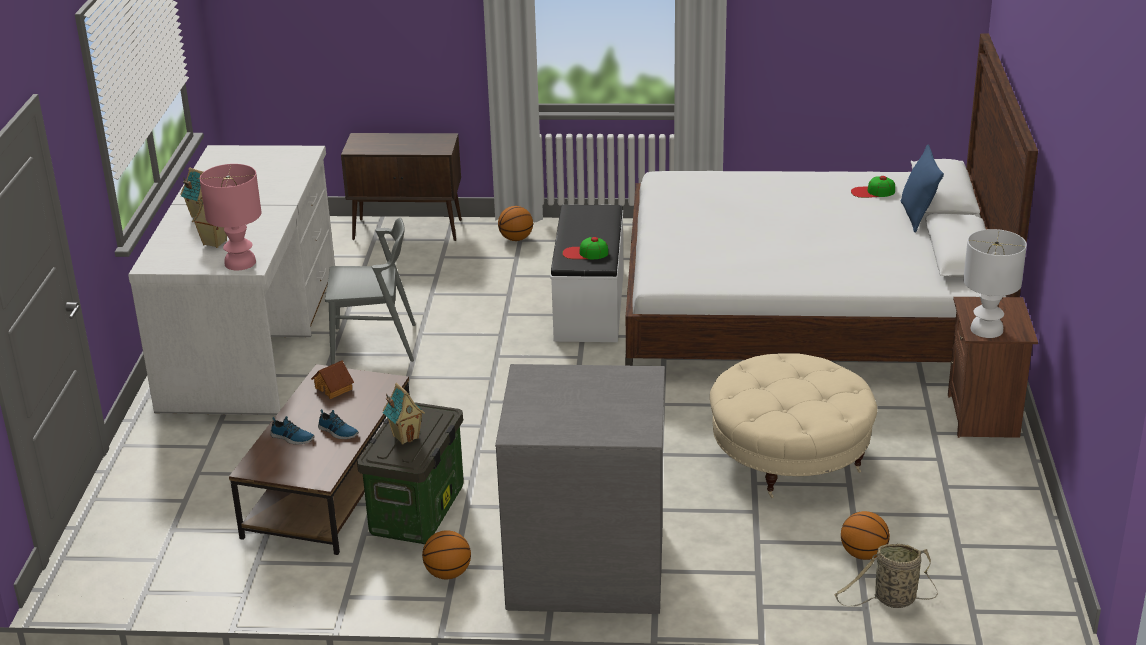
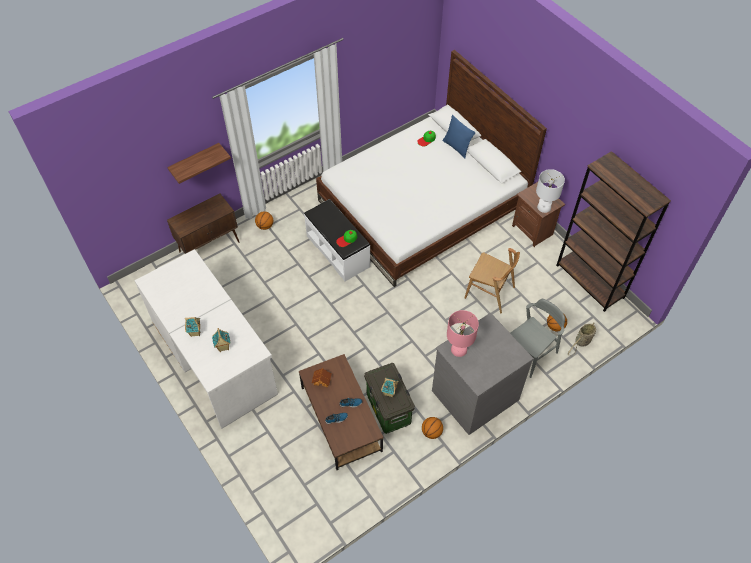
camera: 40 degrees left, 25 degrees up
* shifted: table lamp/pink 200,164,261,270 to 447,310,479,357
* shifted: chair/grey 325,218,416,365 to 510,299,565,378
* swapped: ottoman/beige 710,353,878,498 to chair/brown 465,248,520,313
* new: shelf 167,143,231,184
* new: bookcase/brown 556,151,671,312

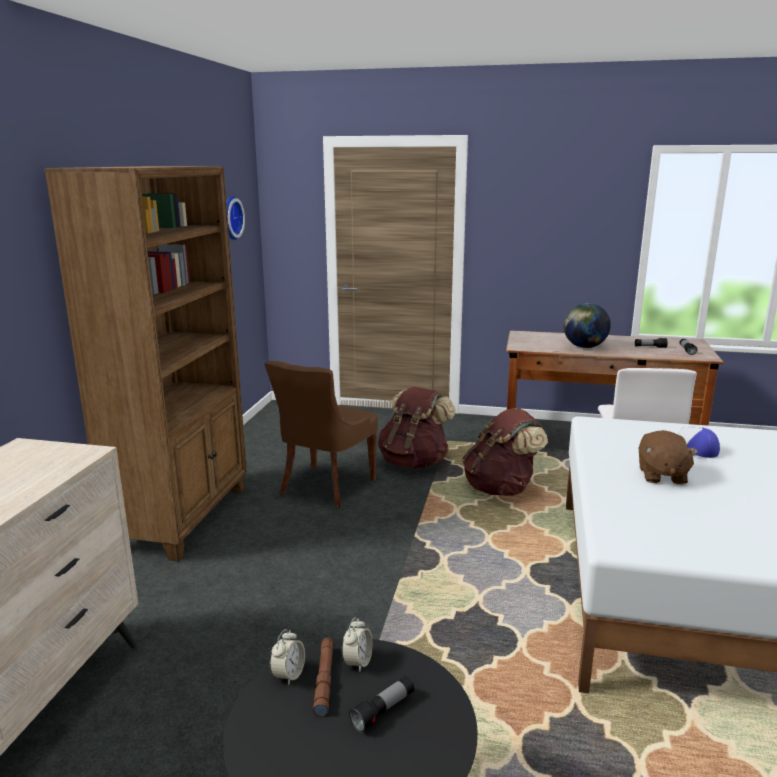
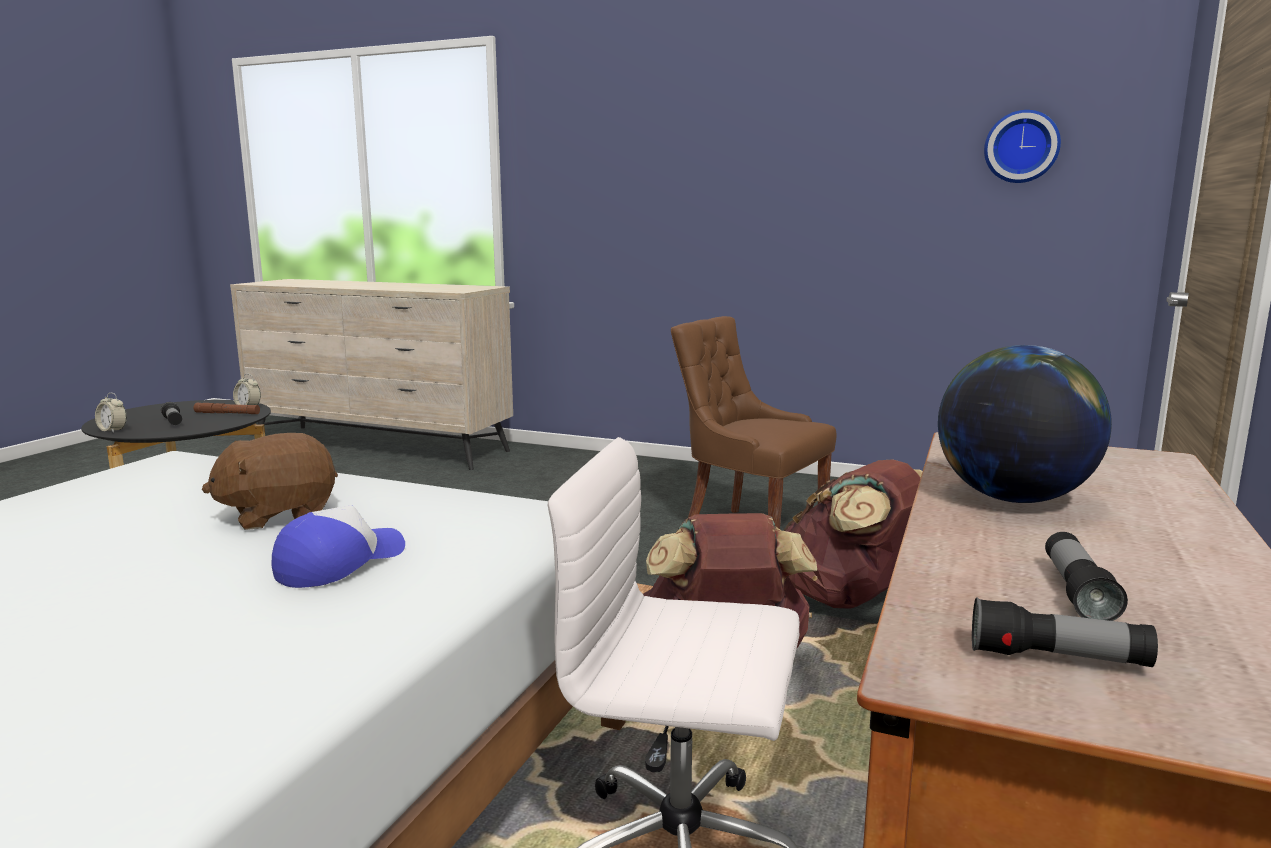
camera: 100 degrees right, 5 degrees down
* gone: bookcase/brown 44,166,247,562
* rotated: plush toy/brown 639,430,698,485 = 202,433,338,530 45 degrees counterclockwise
* shifted: alarm clock 342,618,373,672 to 95,393,127,433

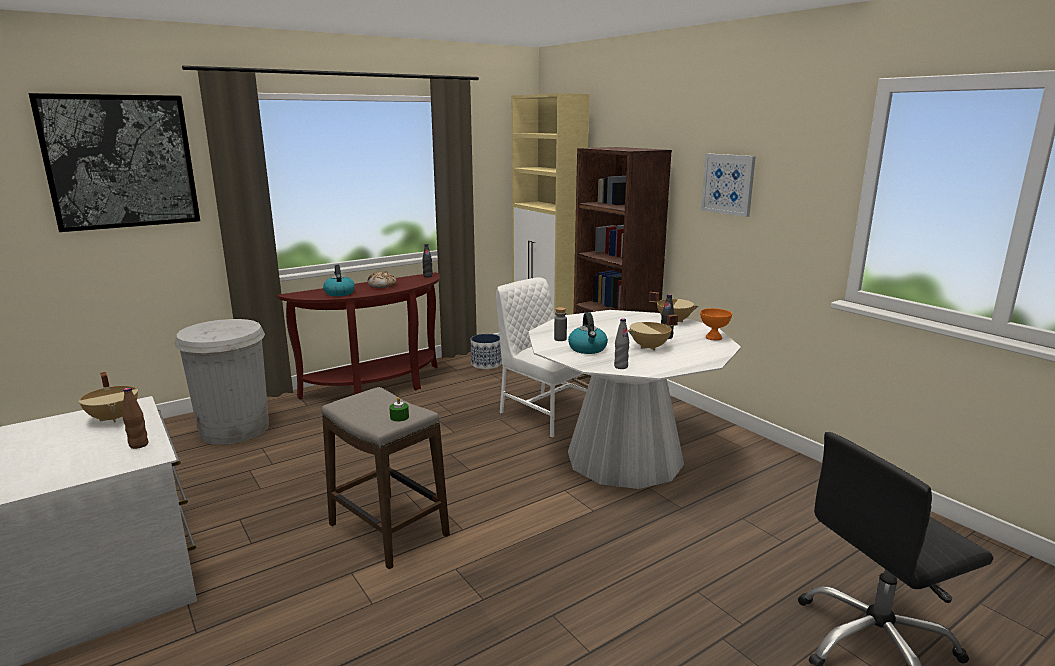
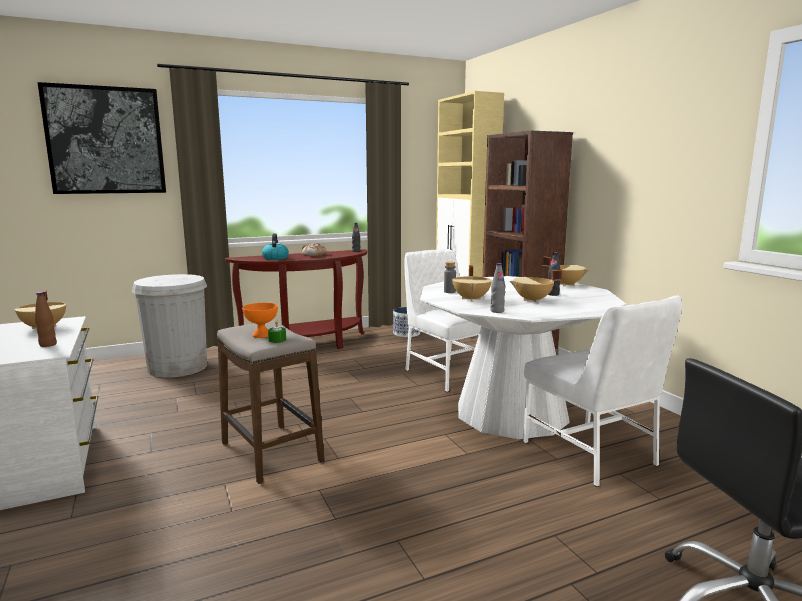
camera: 10 degrees right, 5 degrees down
* gone: picture 701,154,756,217
* shifted: bowl/orange 700,308,732,341 to 242,303,278,338
* swapped: kettle 568,312,608,354 to cooking pot/beige 452,265,492,301
* new: chair/white 523,295,682,487

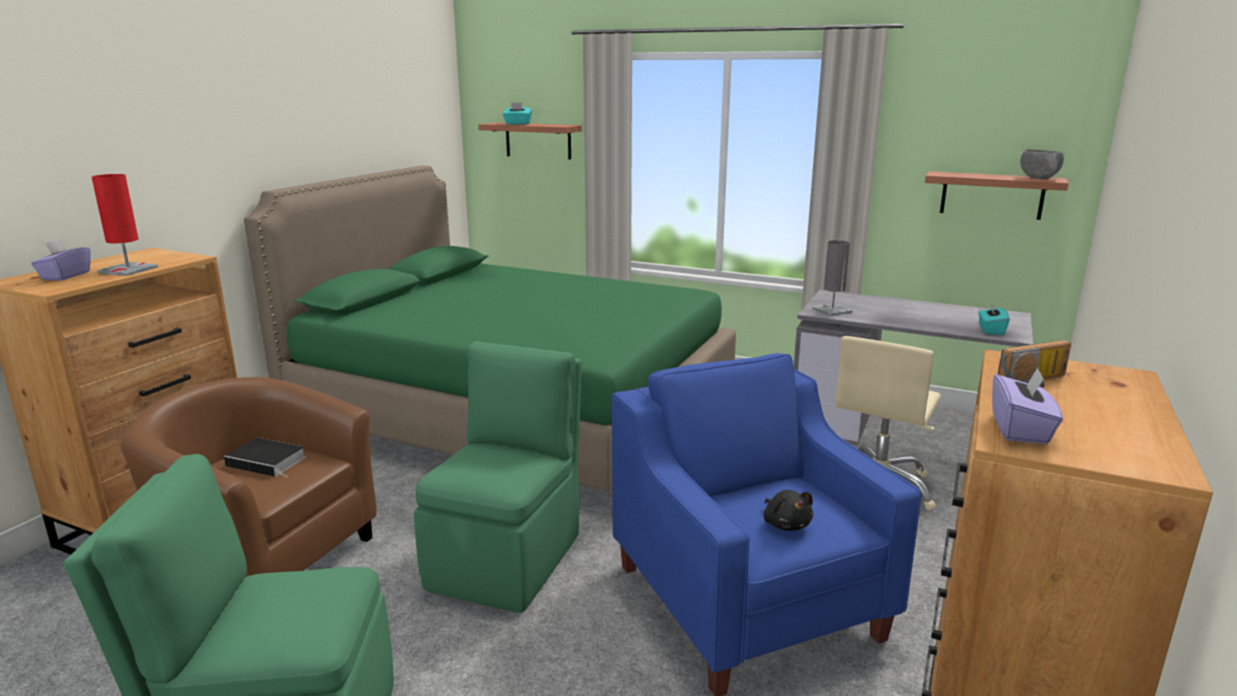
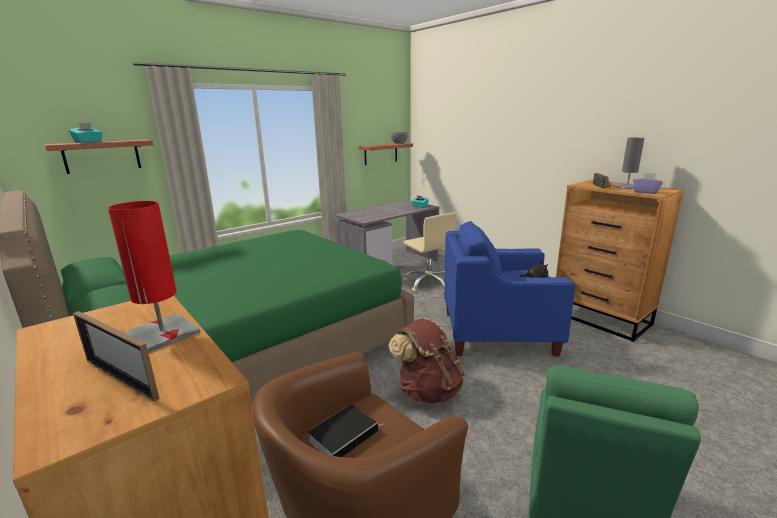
camera: 65 degrees left, 0 degrees up
* swapped: tissue box/purple 31,239,91,281 to picture frame 73,311,160,401
* shifted: table lamp/grey 813,240,853,316 to 613,138,644,189
* swapped: chair/green 414,341,582,613 to backpack/brown 388,318,465,403

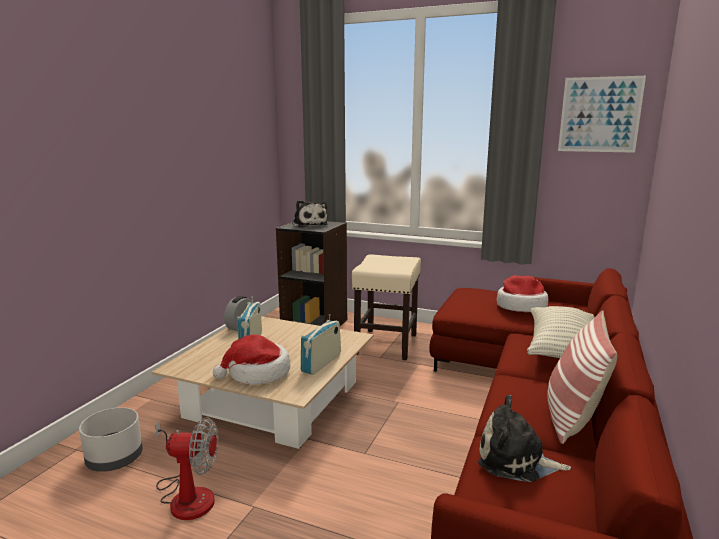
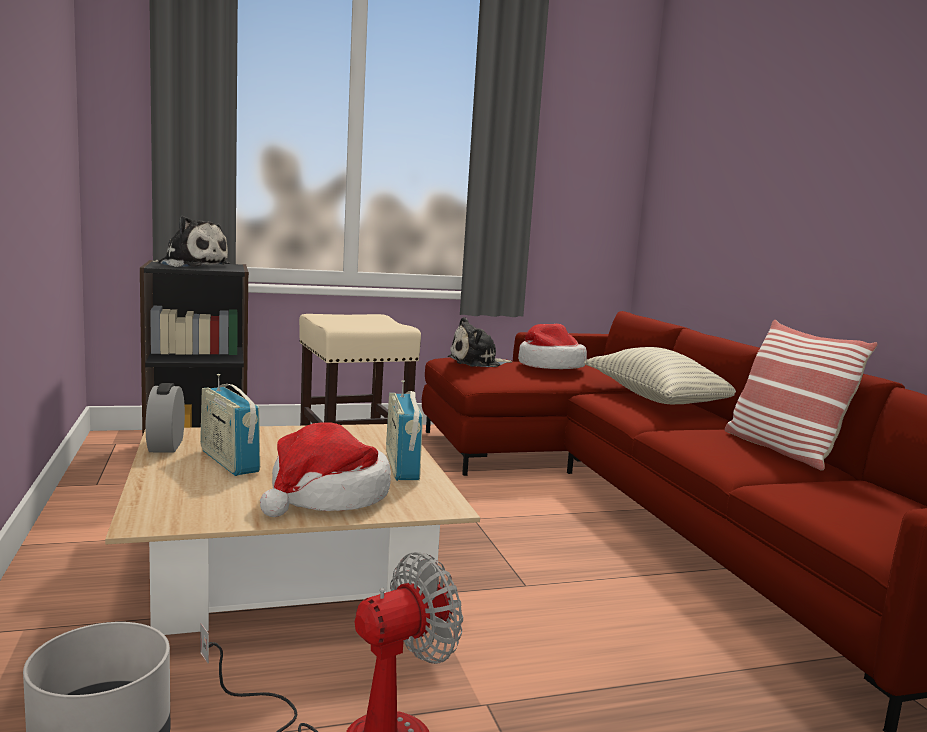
camera: 40 degrees left, 5 degrees down
* gone: picture 558,76,646,153
* shifted: plush toy 478,395,571,482 to 448,317,512,367

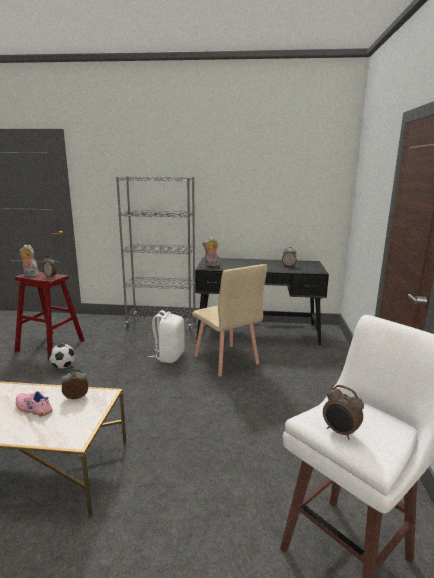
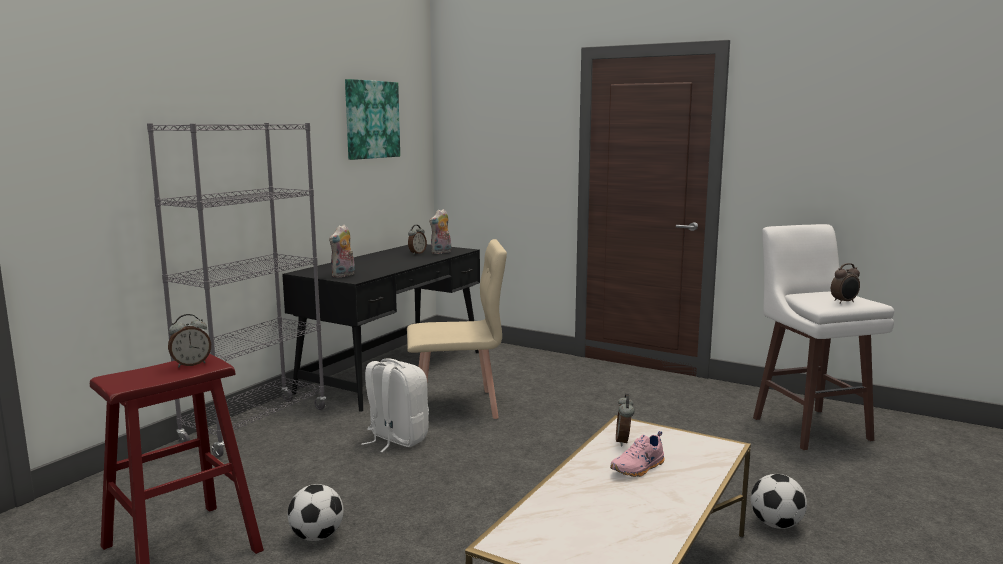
camera: 65 degrees left, 5 degrees down
* shifted: plush toy 19,244,39,276 to 429,209,451,254
* new: picture 345,79,400,160
* new: football 751,474,807,529

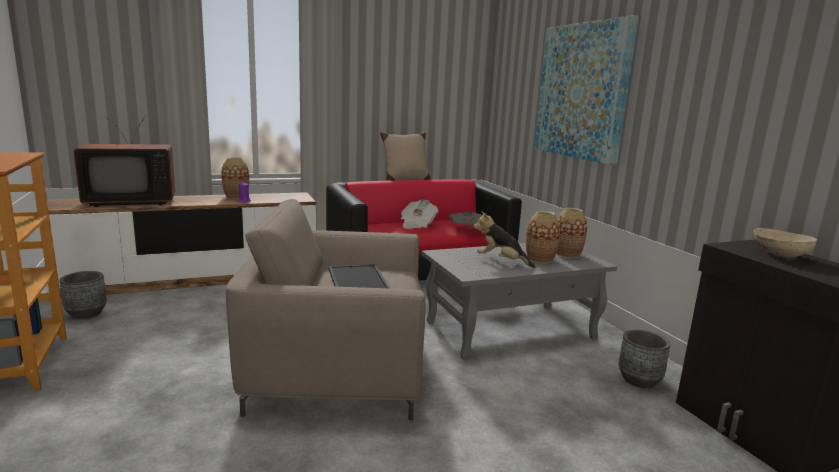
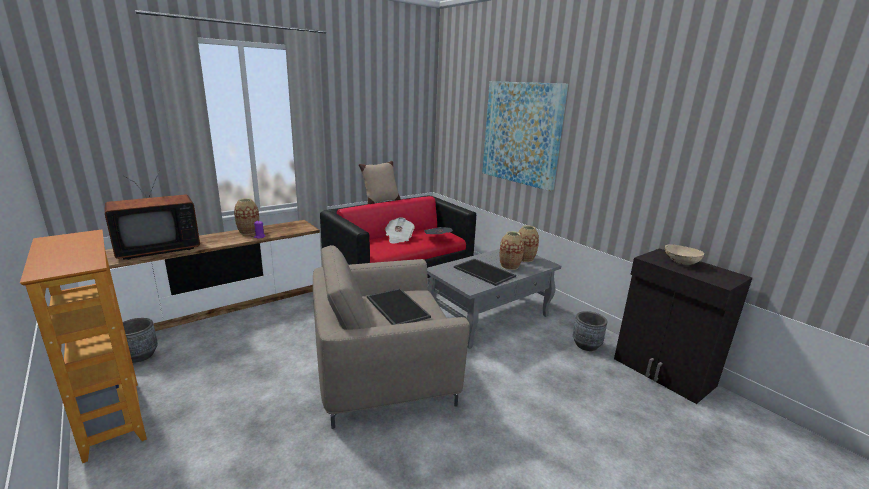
camera: 15 degrees left, 5 degrees up
* swapped: plush toy 474,211,536,268 to tray 454,258,516,286

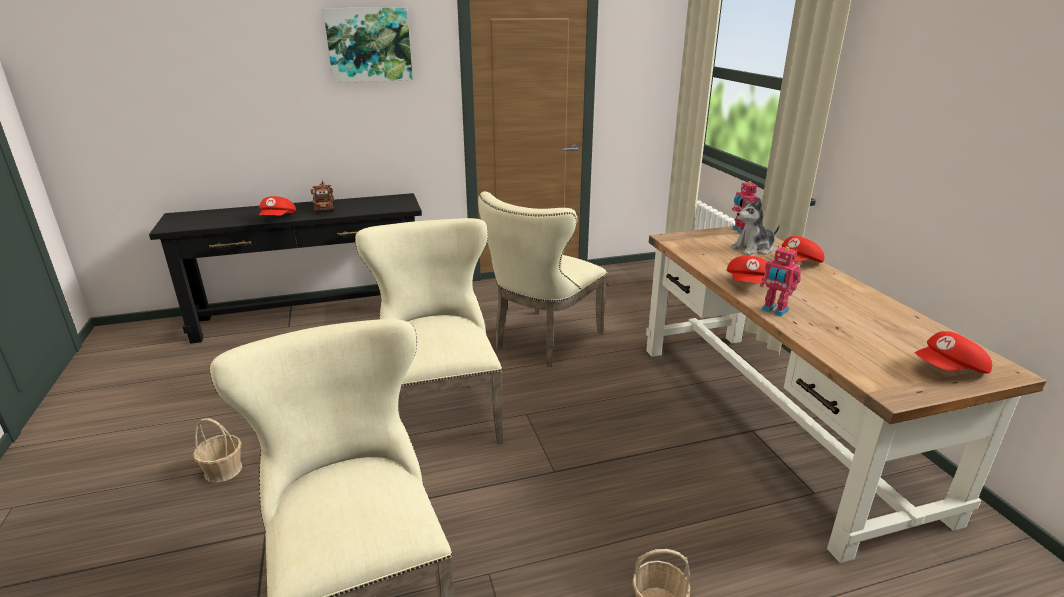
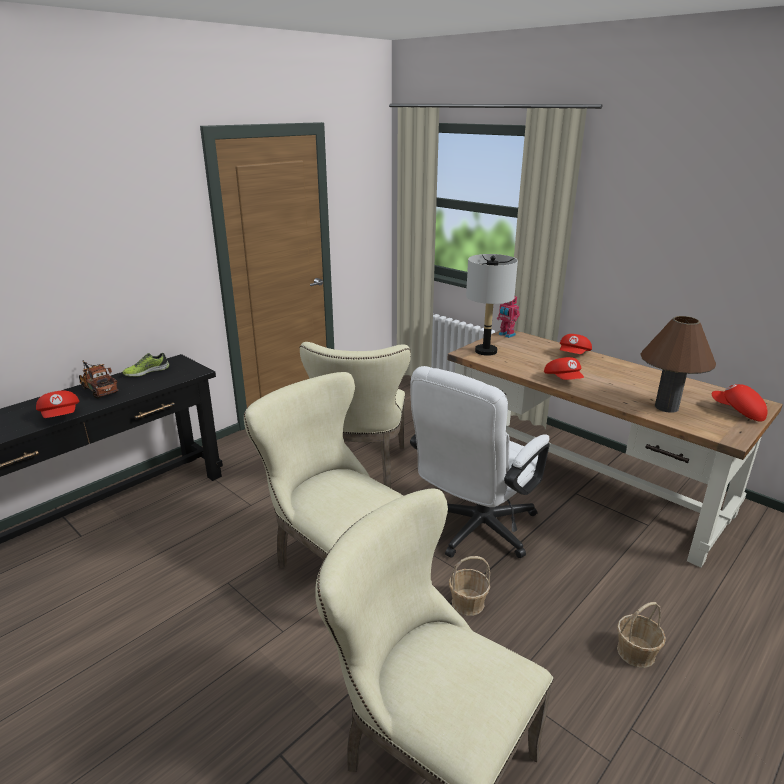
camera: 30 degrees left, 0 degrees up
* gone: picture 323,8,413,83
* gone: plush toy 731,198,780,255
* gone: toy robot 760,246,801,316
* rotated: cap/red 915,331,992,374 = 712,384,768,421 90 degrees clockwise
* shifted: basket 193,418,242,483 to 449,556,490,616
* new: table lamp/grey 466,254,518,356
* new: table lamp/brown 641,316,716,413
* new: shoe 123,353,169,377
* new: office chair/white 410,366,550,558

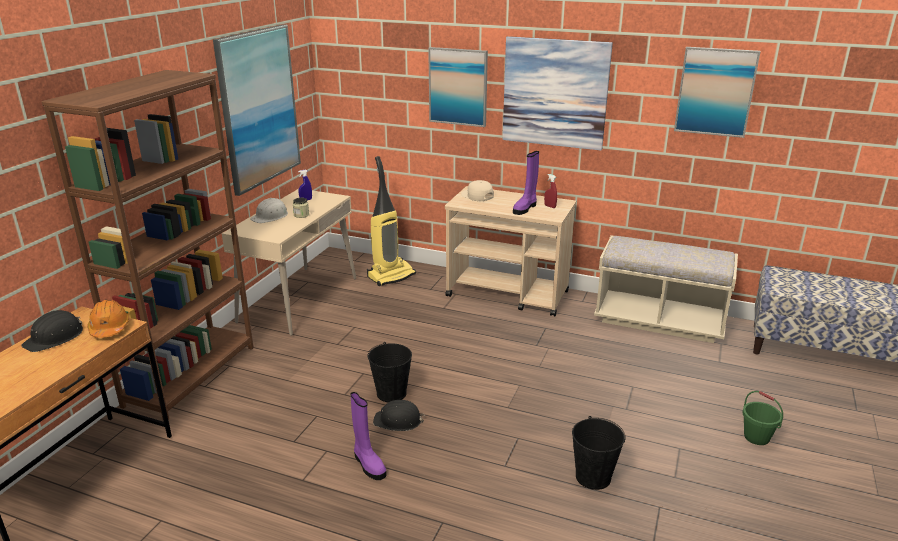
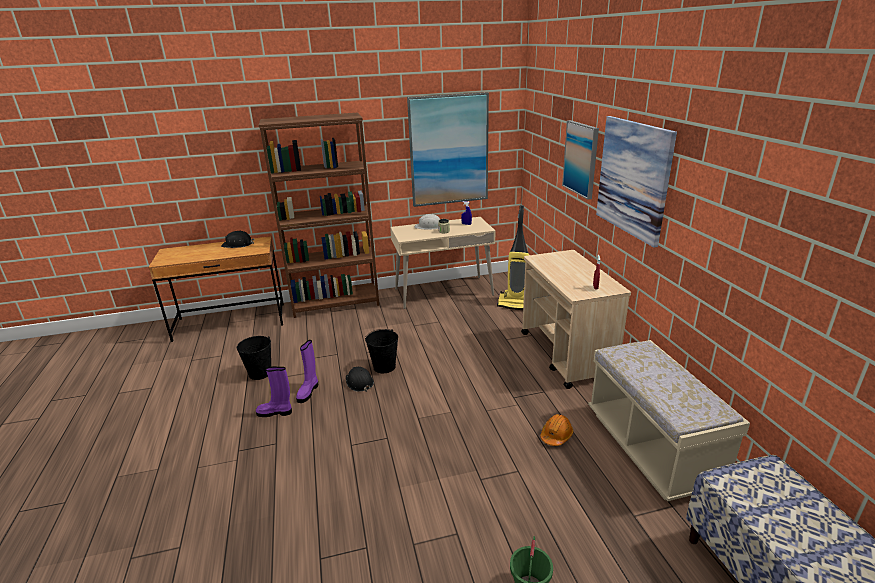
camera: 55 degrees right, 0 degrees up
* gone: picture 674,47,760,138
* shifted: boot/purple 513,151,539,215 to 256,366,292,417
* gone: cap/beige 461,180,494,201
* shifted: hard hat/orange 87,300,129,338 to 540,414,573,446
* shifted: bucket/black 572,416,626,490 to 237,336,271,380

